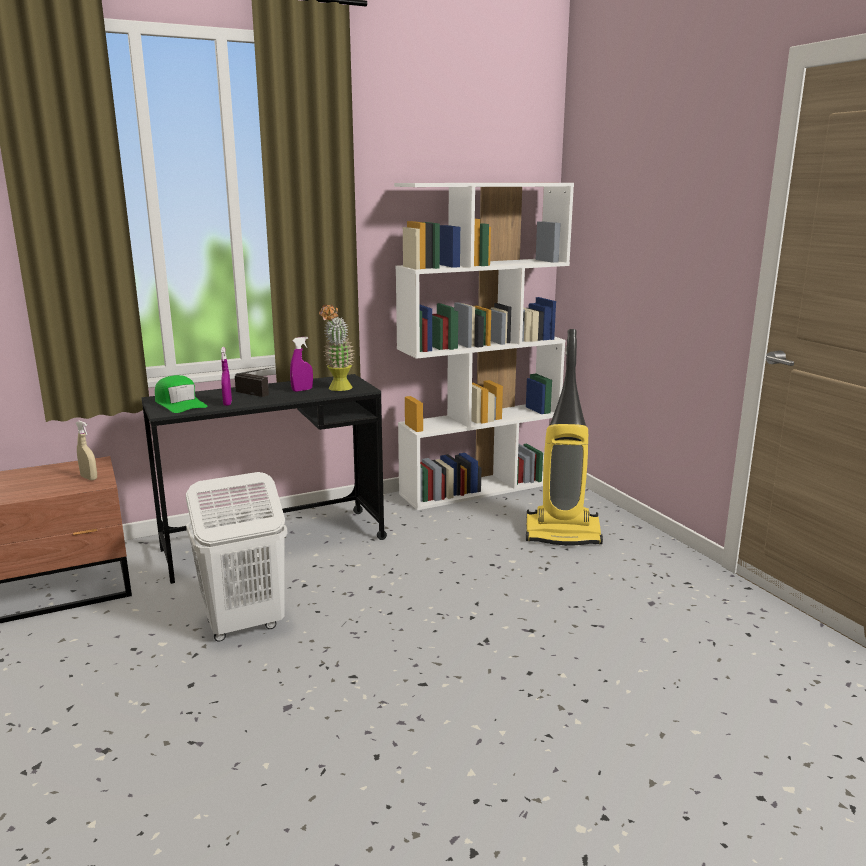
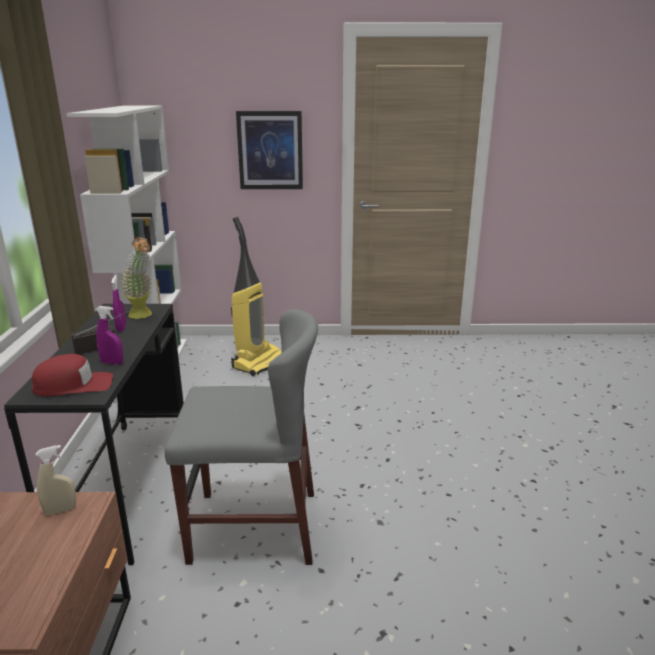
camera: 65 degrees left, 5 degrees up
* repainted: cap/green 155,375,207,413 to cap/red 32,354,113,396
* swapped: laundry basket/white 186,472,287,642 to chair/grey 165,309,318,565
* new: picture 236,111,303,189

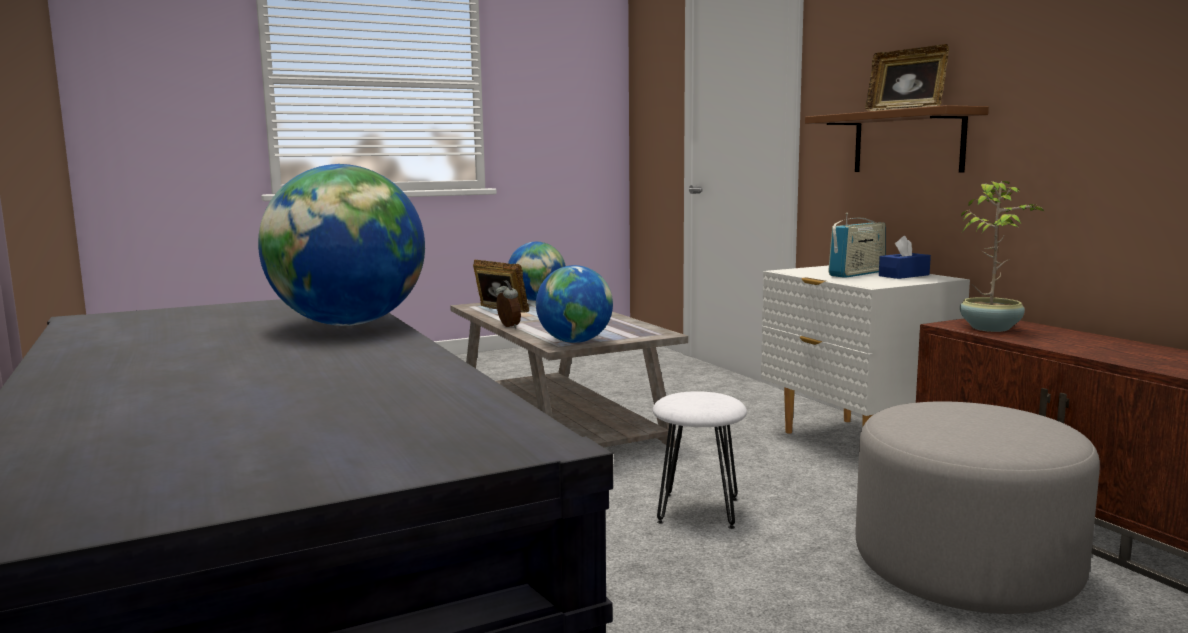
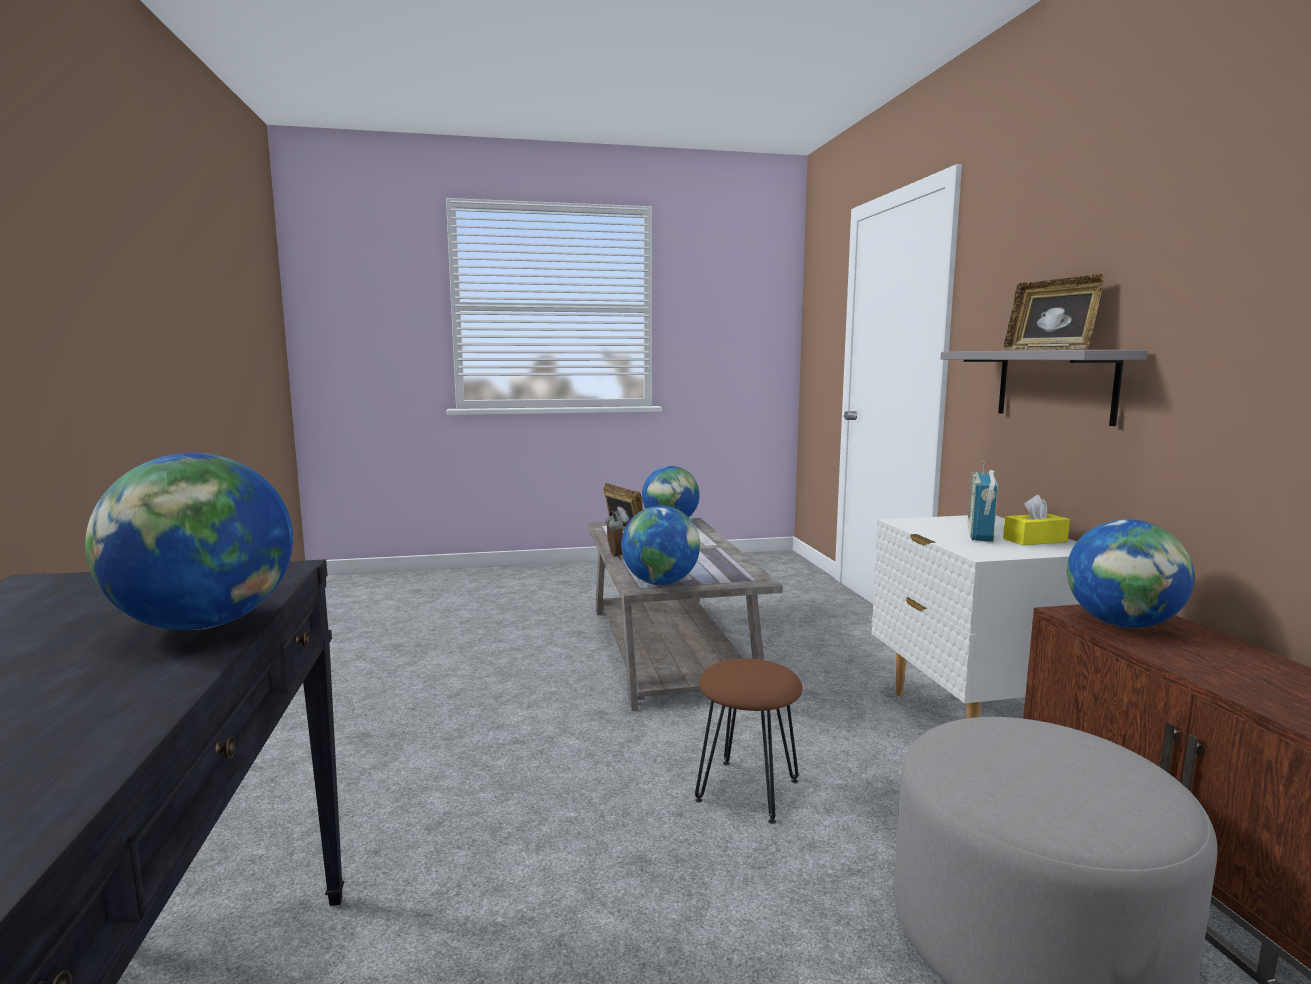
camera: 15 degrees right, 0 degrees up
* repainted: shelf/brown 805,105,989,173 to shelf/grey 940,350,1148,426
* swapped: potted plant 960,181,1044,332 to globe 1067,519,1194,628
* rotated: radio 828,213,886,278 = 968,461,998,542 135 degrees clockwise
* repainted: tissue box/blue 879,236,931,279 to tissue box/yellow 1003,495,1070,546
* repainted: stool/white 653,391,747,529 to stool/brown 695,658,803,824

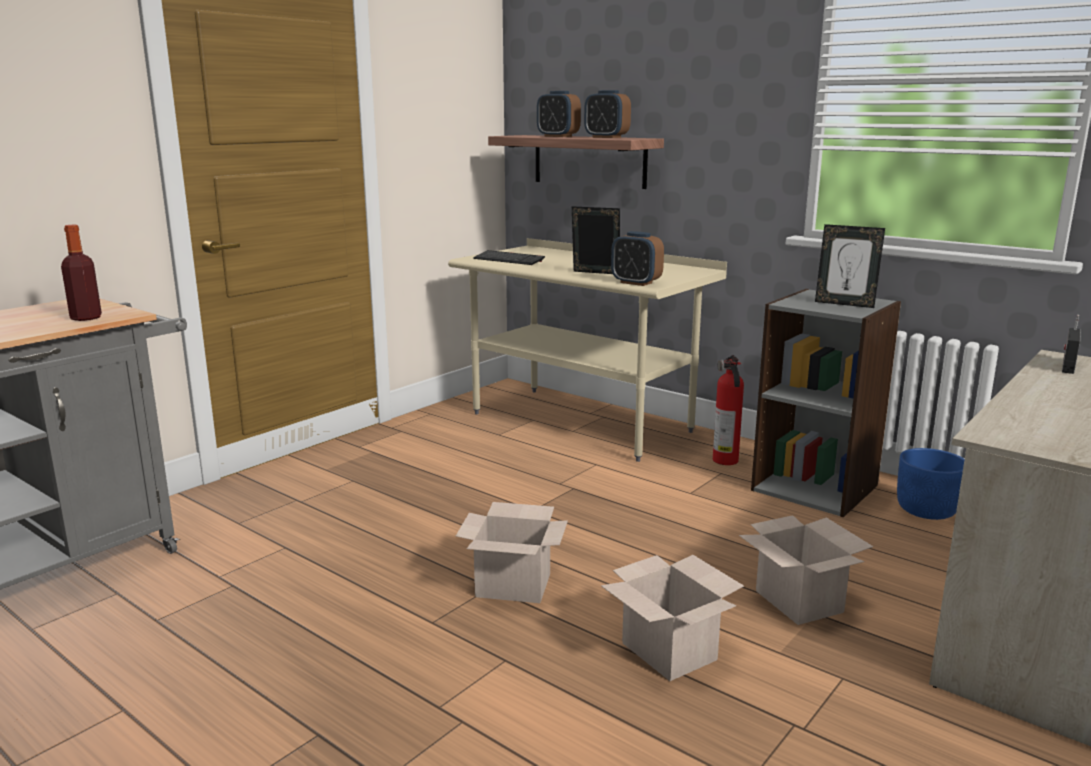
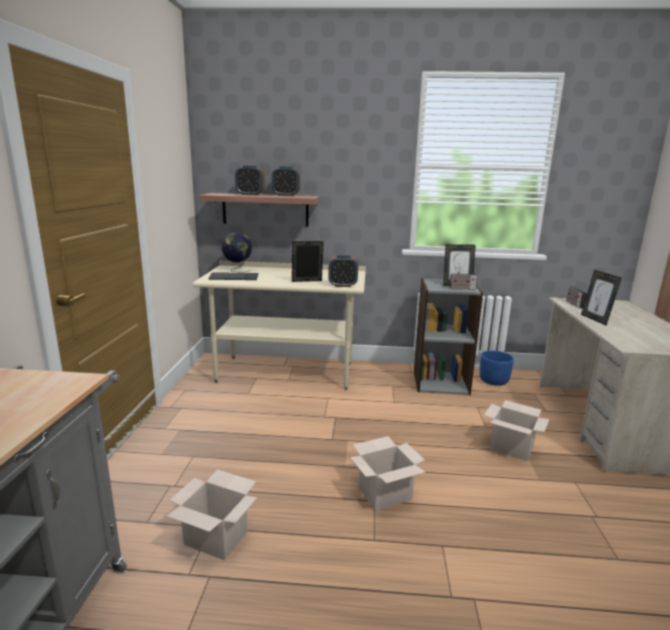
camera: 35 degrees left, 0 degrees up
* gone: bottle 61,225,102,321
* gone: fire extinguisher 713,355,744,465
* shifted: cardboard box 601,555,744,681 to 166,470,257,560
* new: globe 222,232,252,272
* new: radio 448,266,477,290
* new: picture frame 581,270,622,326

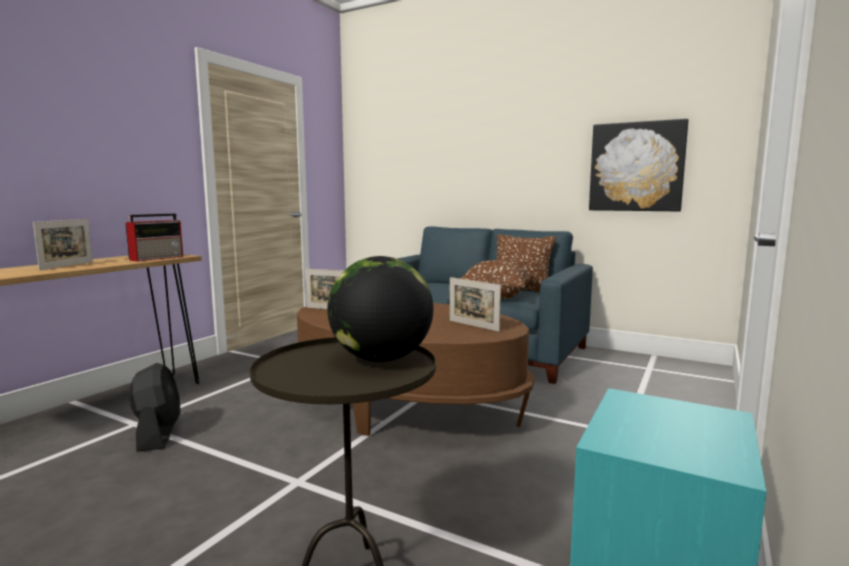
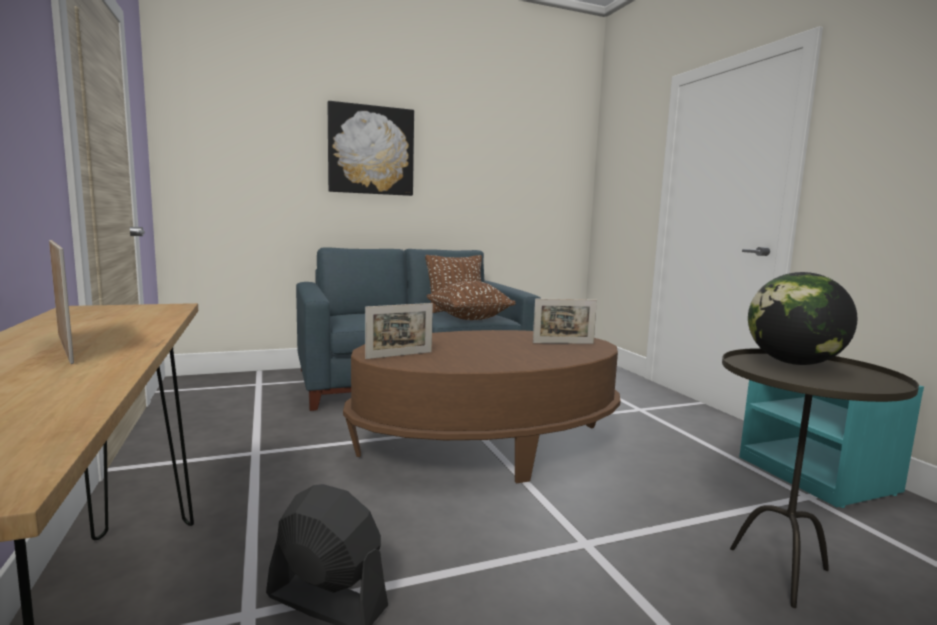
camera: 50 degrees left, 0 degrees up
* shifted: picture 589,119,689,212 to 327,101,414,196
* gone: radio 125,213,183,262

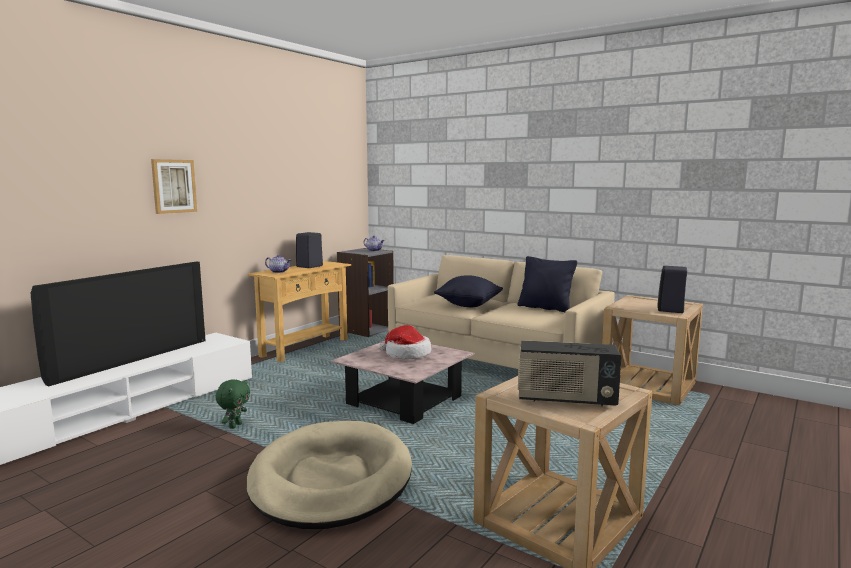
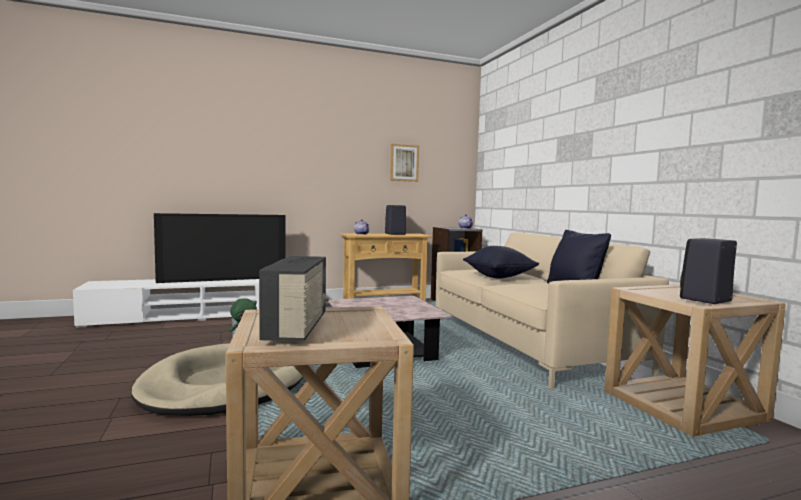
camera: 35 degrees right, 5 degrees down
* shifted: picture 151,159,197,214 to 390,144,419,182
* gone: hat 379,325,432,360
* rotated: radio 518,340,621,407 = 259,256,329,341 135 degrees counterclockwise

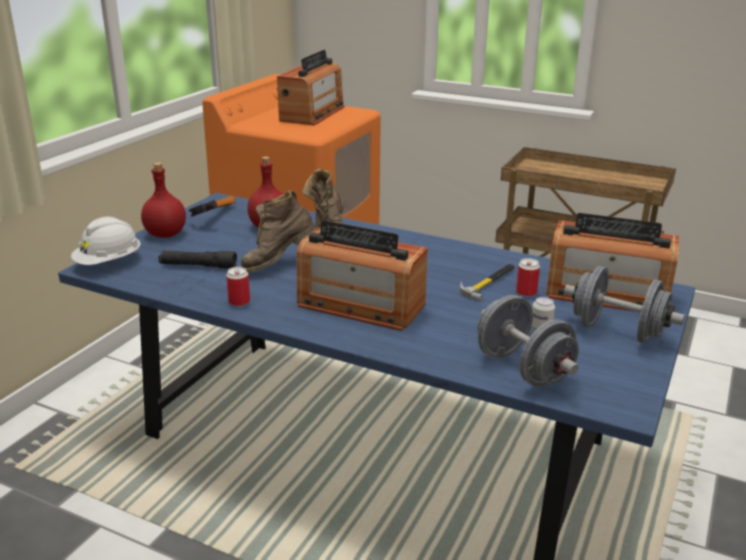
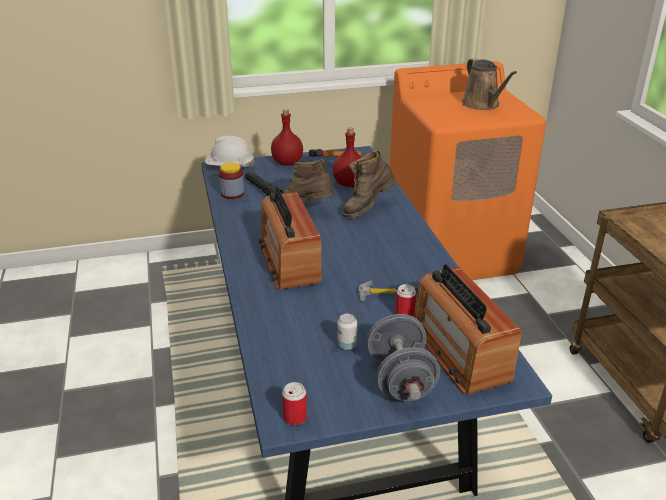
camera: 50 degrees right, 5 degrees up
* swapped: radio 277,50,345,125 to watering can/brown 462,58,517,110
* shifted: can 226,267,250,306 to 282,382,307,425
* gone: dumbbell/grey 478,295,579,387
* new: jar 219,162,244,199

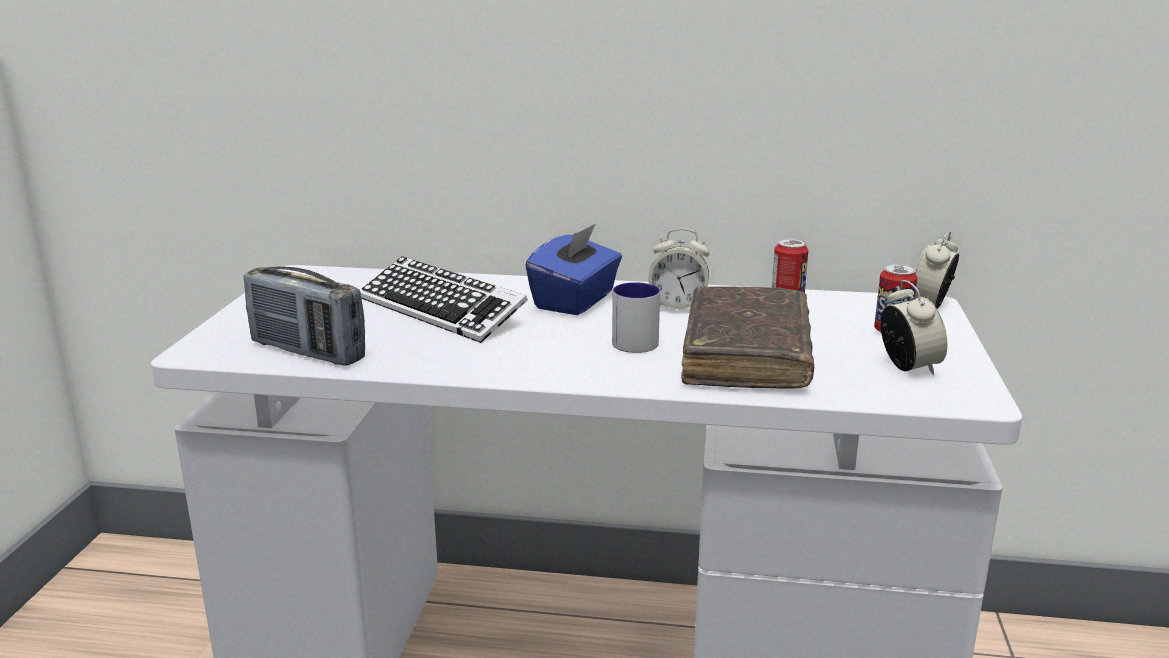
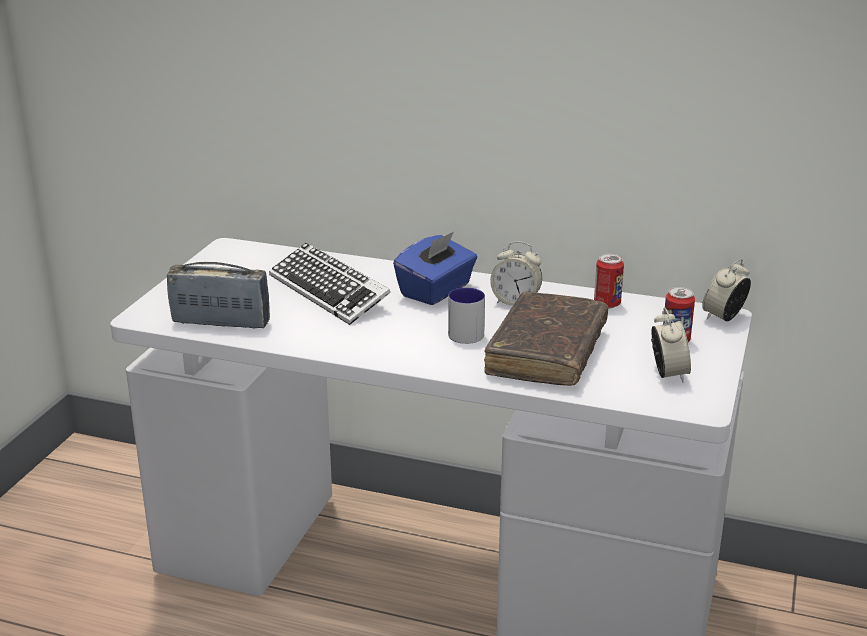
camera: 10 degrees right, 5 degrees up
* rotated: radio 244,267,365,366 = 167,262,270,328 150 degrees clockwise

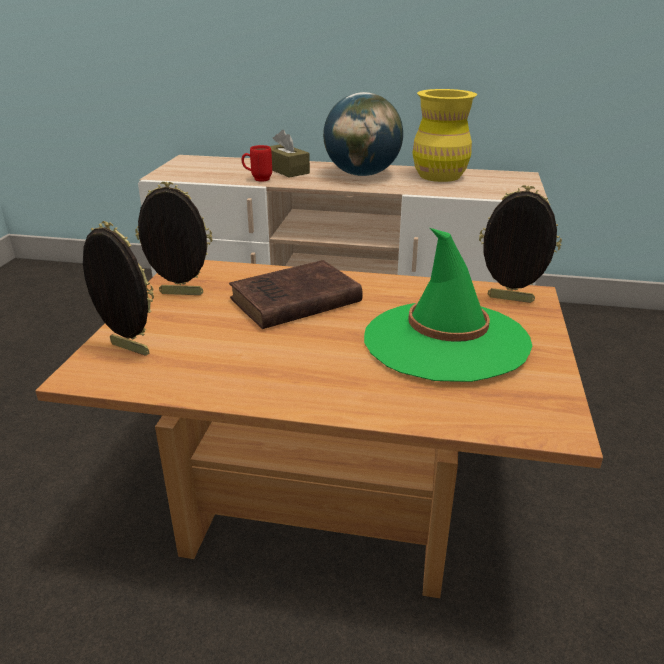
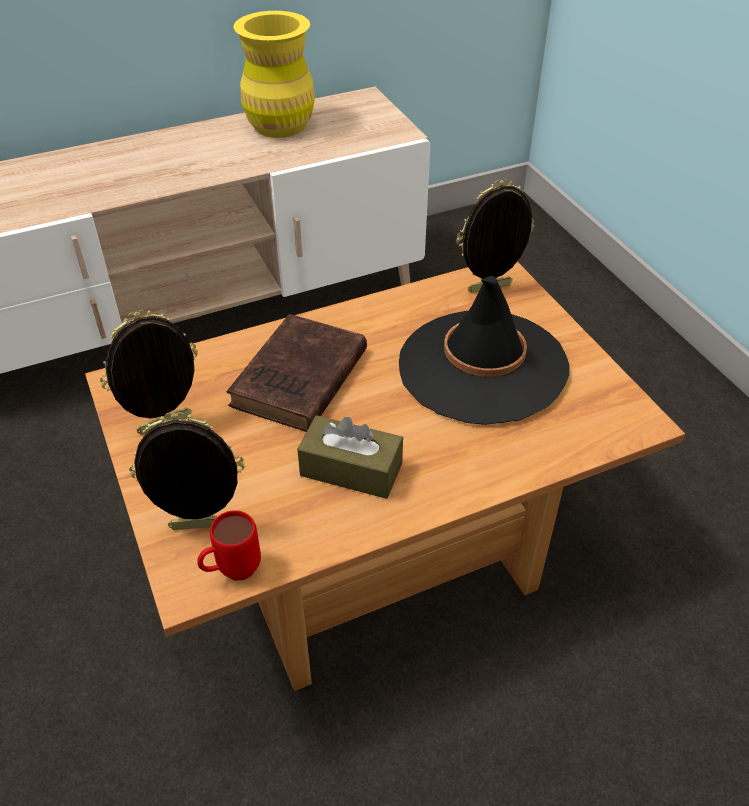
camera: 35 degrees left, 15 degrees up
* gone: globe 323,92,403,176
* shifted: tissue box/brown 270,130,310,178 to 297,415,403,499
* shifted: mug/red 241,145,272,181 to 198,510,261,581
* repainted: hat/green 364,228,532,382 to hat/black 399,276,569,425

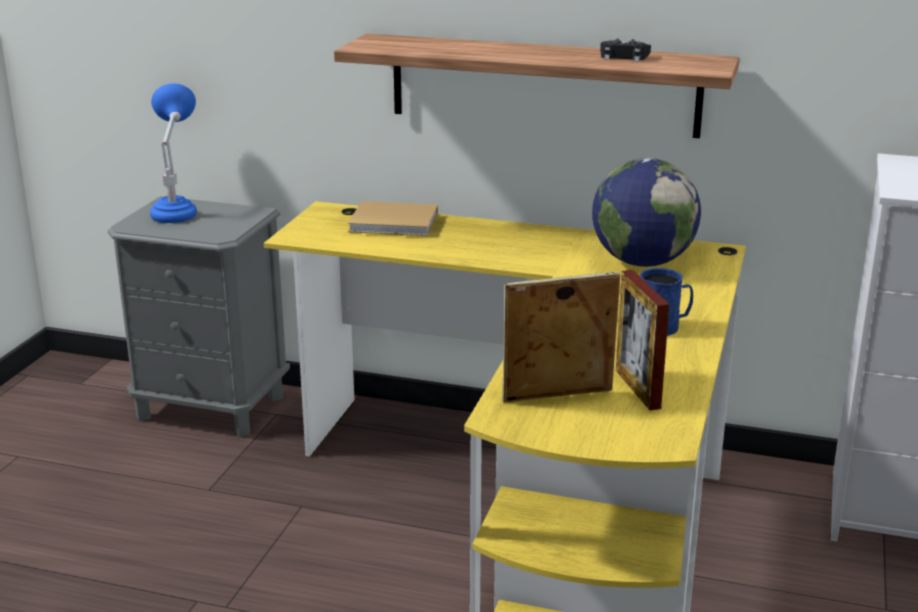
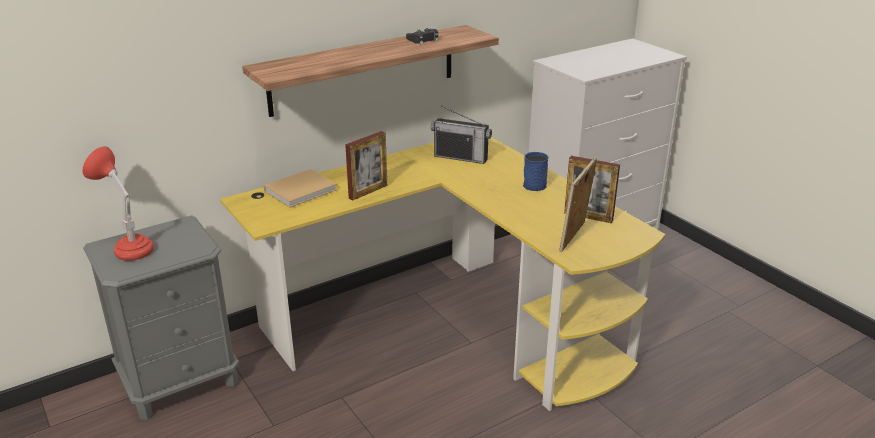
camera: 50 degrees left, 5 degrees up
* repainted: table lamp/blue 150,83,197,223 to table lamp/red 83,146,154,261
* swapped: globe 592,158,701,267 to radio 431,106,492,164
* new: picture frame 345,131,387,200

